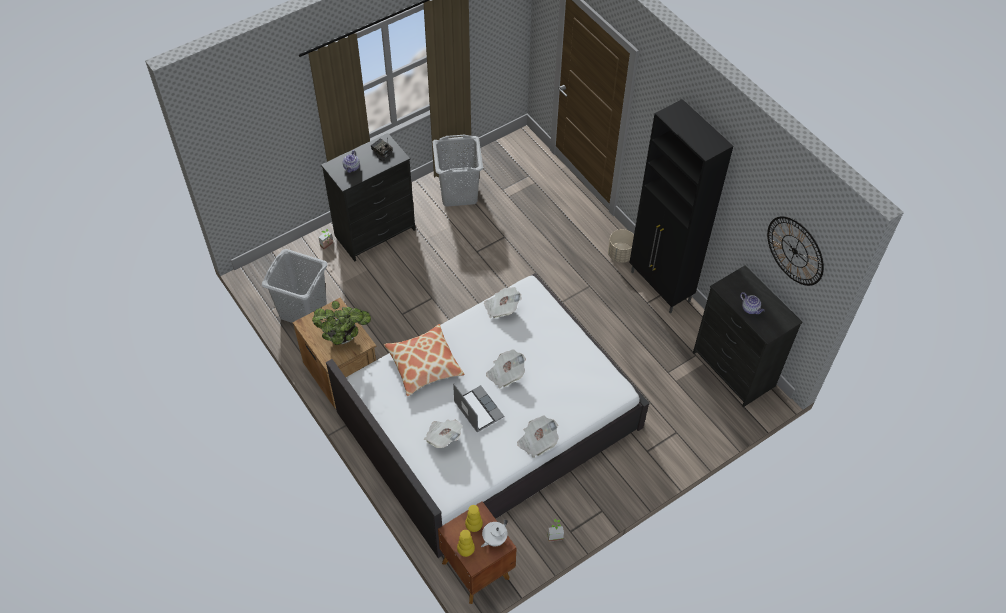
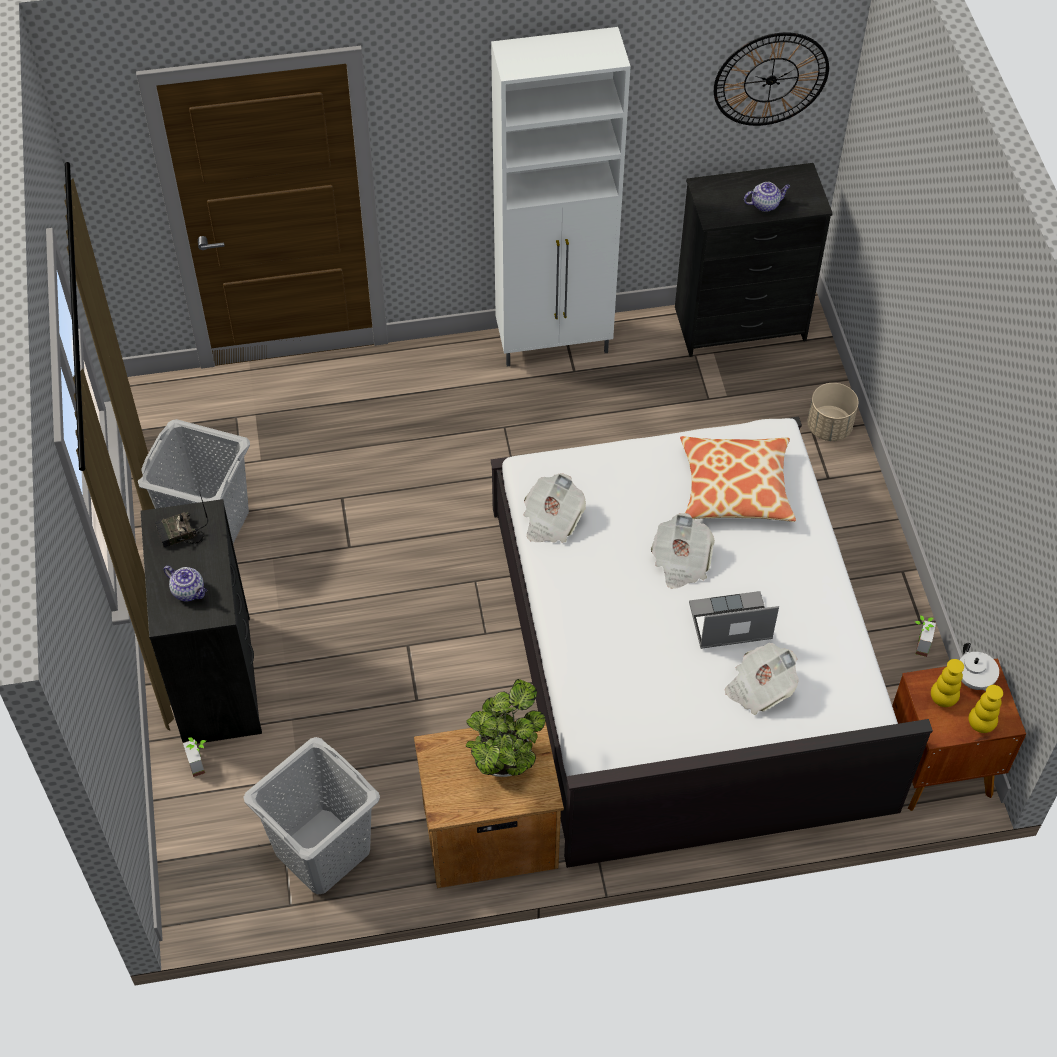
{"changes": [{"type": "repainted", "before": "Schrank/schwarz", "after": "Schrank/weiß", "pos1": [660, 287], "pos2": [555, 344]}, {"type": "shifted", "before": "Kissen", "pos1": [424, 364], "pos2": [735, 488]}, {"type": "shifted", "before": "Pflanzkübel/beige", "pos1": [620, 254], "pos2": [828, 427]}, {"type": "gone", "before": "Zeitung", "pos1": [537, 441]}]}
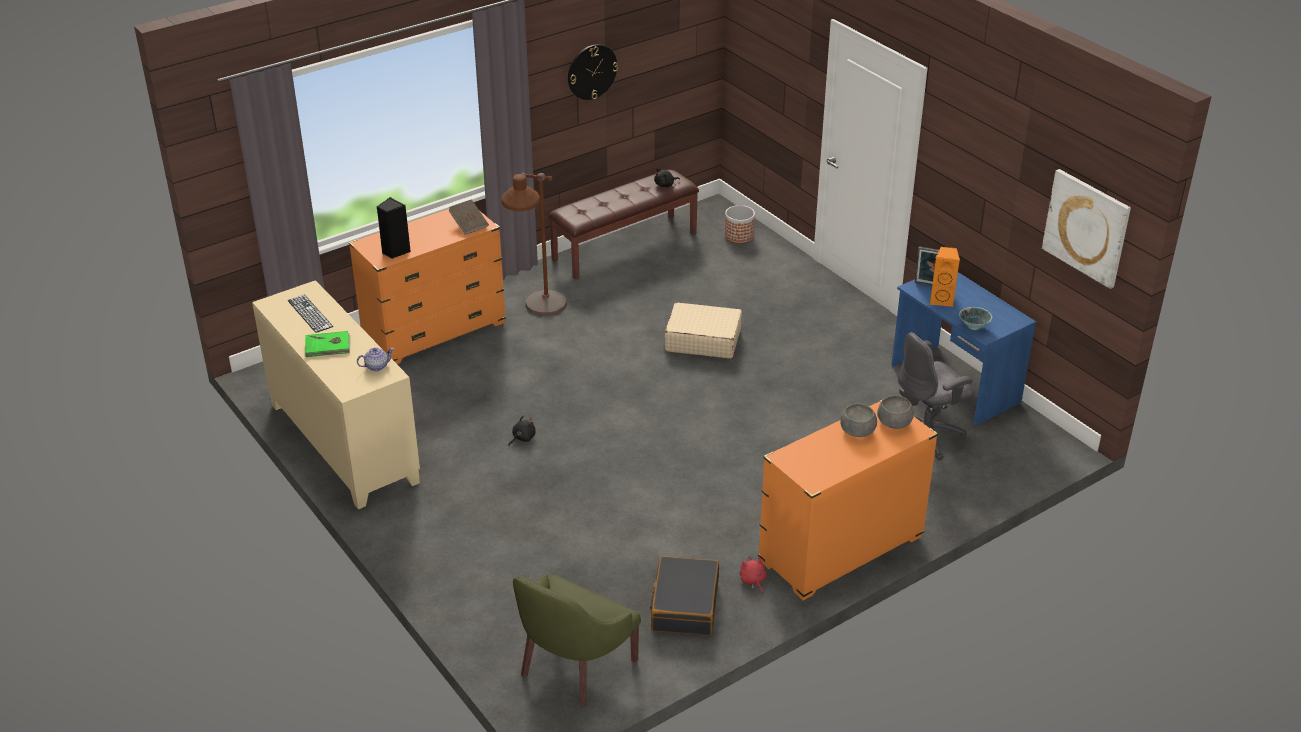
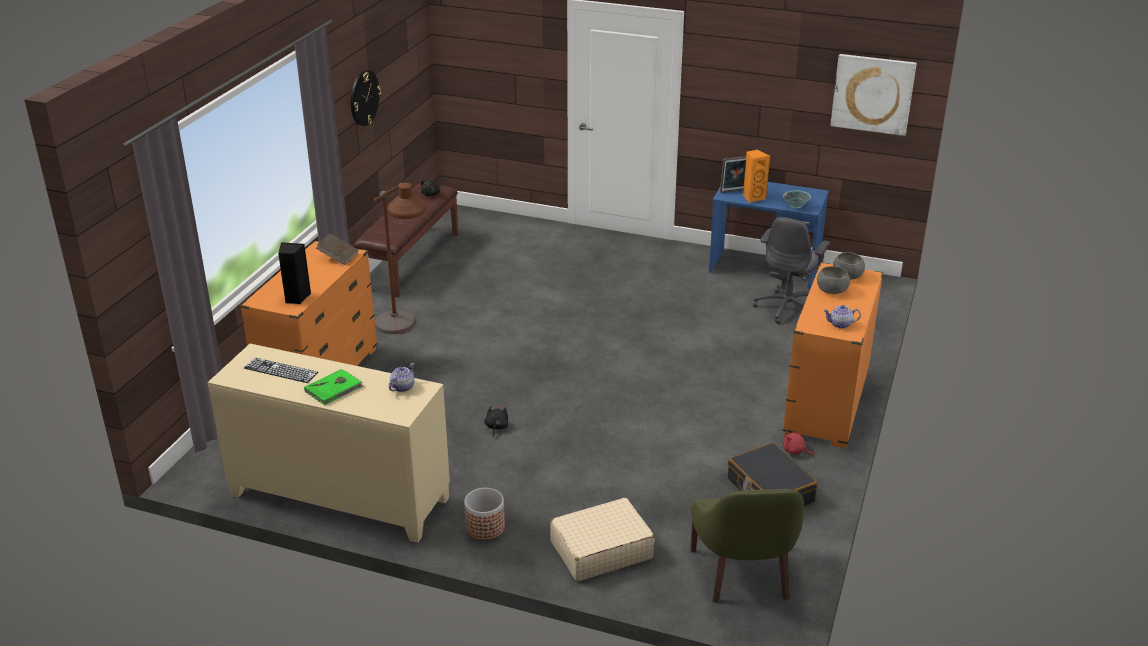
{"changes": [{"type": "shifted", "before": "Pflanzkübel", "pos1": [739, 236], "pos2": [485, 527]}, {"type": "shifted", "before": "Koffer/beige", "pos1": [702, 340], "pos2": [601, 550]}, {"type": "new", "after": "Teekanne", "pos2": [840, 324]}]}
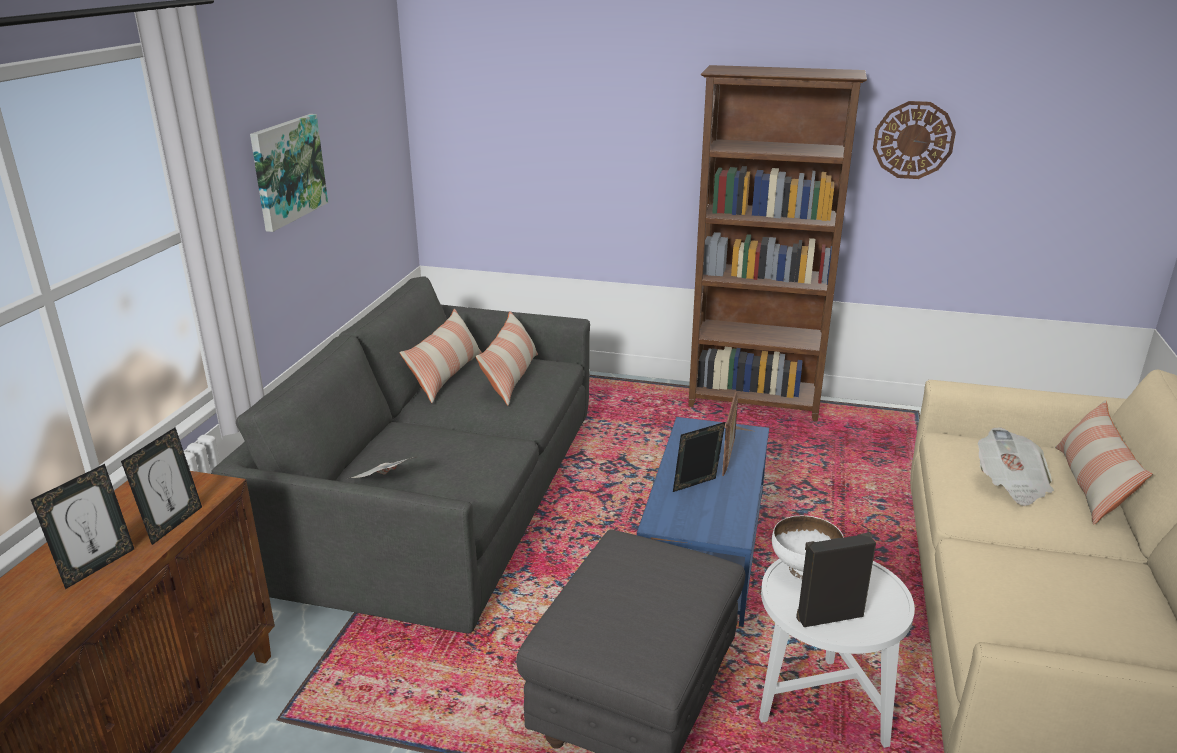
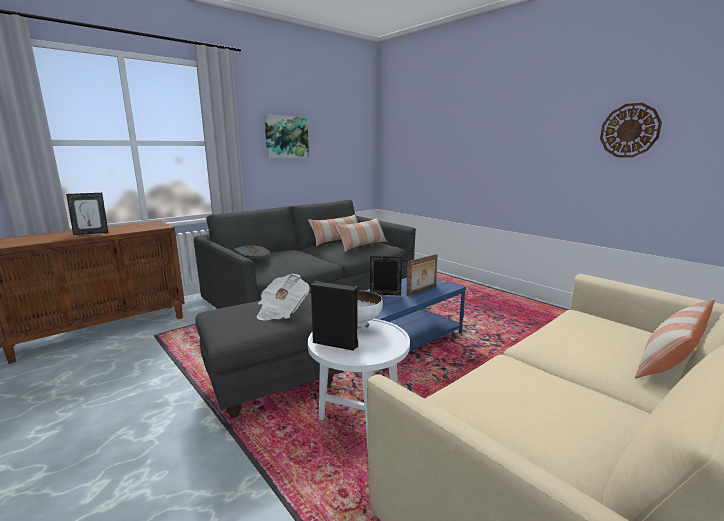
{"changes": [{"type": "shifted", "before": "Zeitung", "pos1": [1011, 484], "pos2": [281, 311]}, {"type": "gone", "before": "Bilderrahmen", "pos1": [173, 524]}, {"type": "gone", "before": "Bücherregal/braun", "pos1": [755, 403]}]}
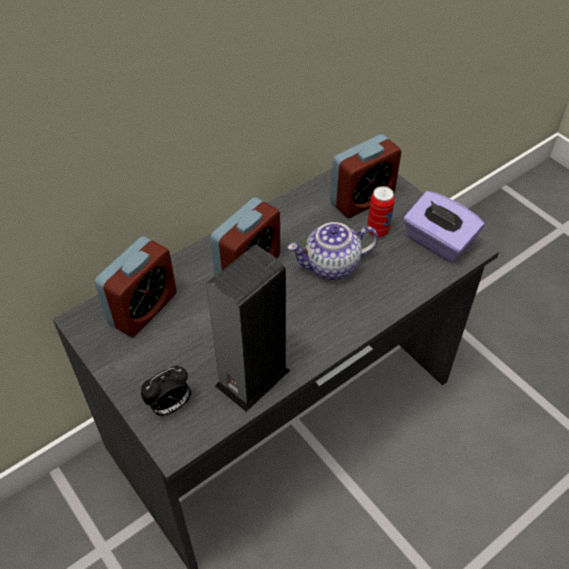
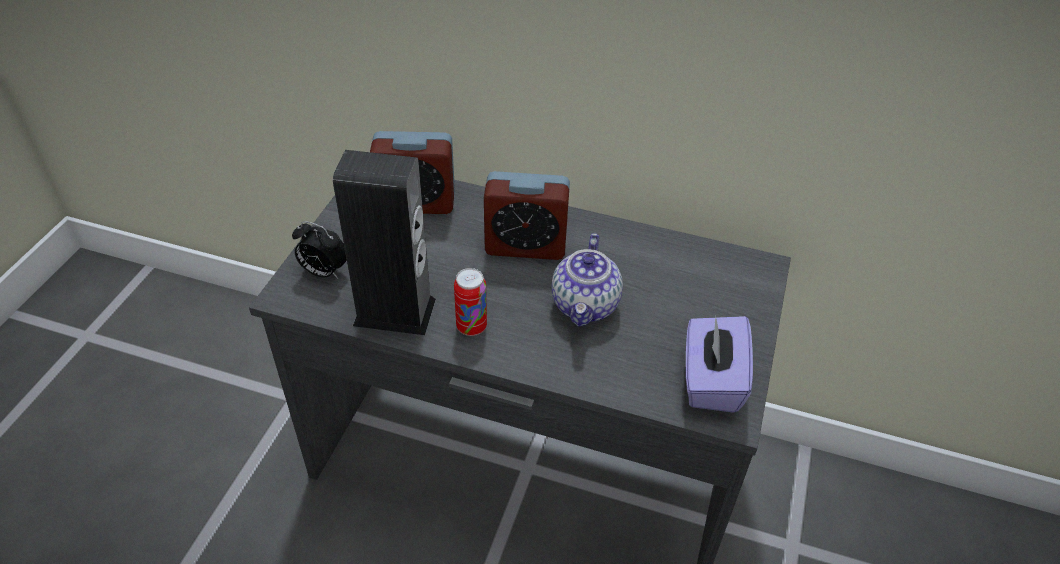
{"changes": [{"type": "shifted", "before": "Dose", "pos1": [378, 231], "pos2": [471, 327]}, {"type": "rotated", "before": "Teekanne", "pos1": [331, 266], "pos2": [586, 305], "turn": -120}, {"type": "gone", "before": "Wecker", "pos1": [362, 199]}]}
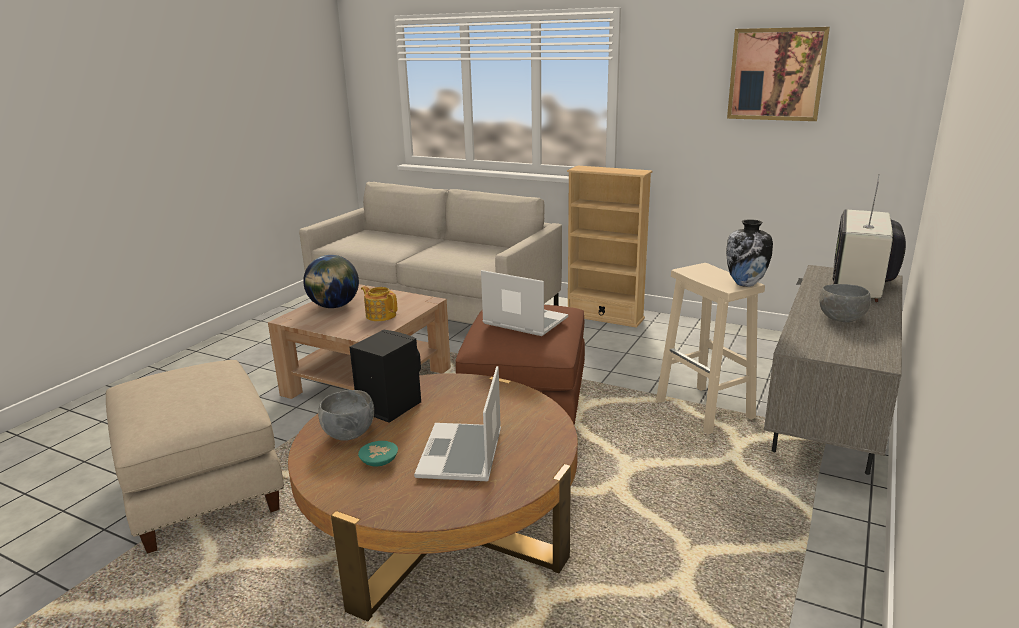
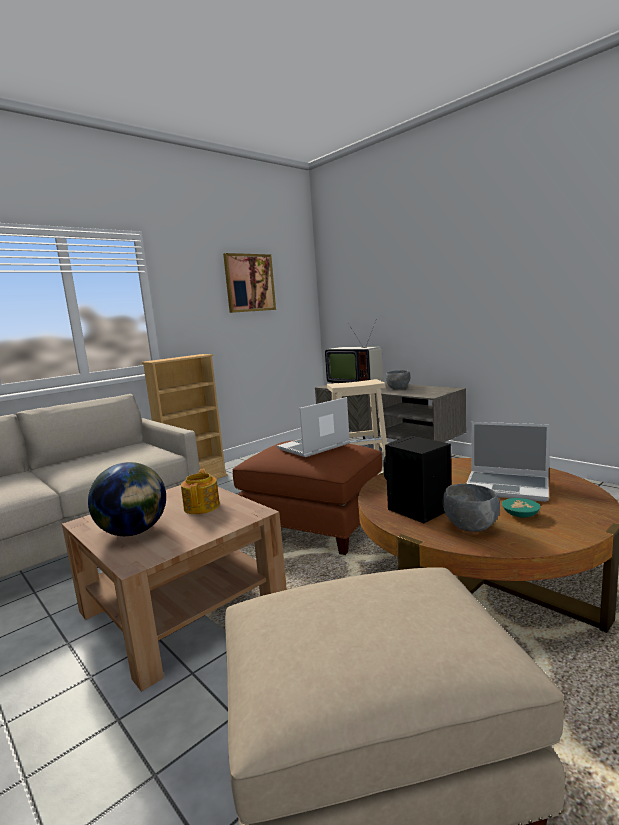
{"changes": [{"type": "rotated", "before": "Teekanne", "pos1": [381, 315], "pos2": [202, 506], "turn": 120}, {"type": "gone", "before": "Vase", "pos1": [745, 284]}]}
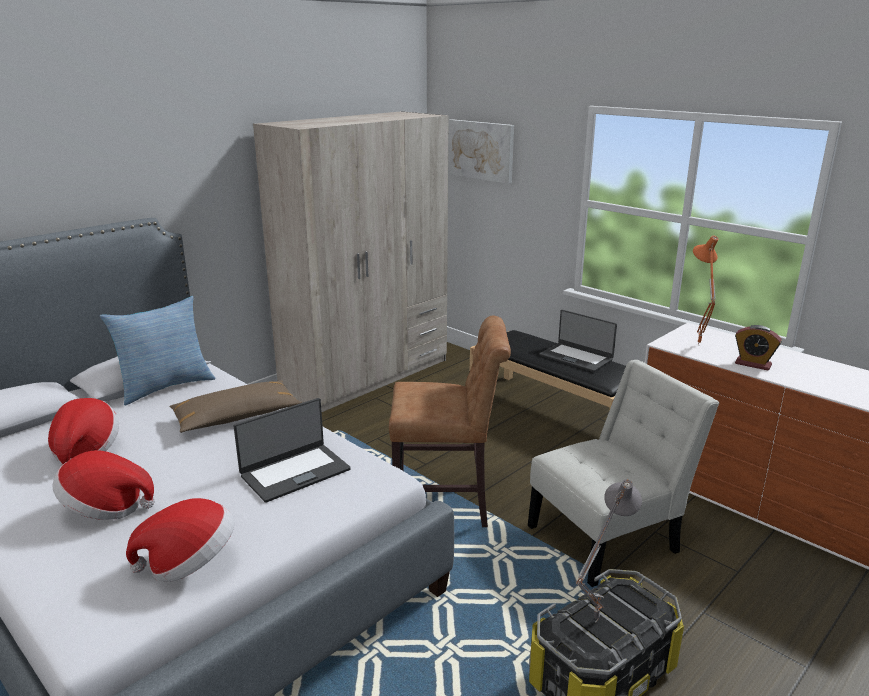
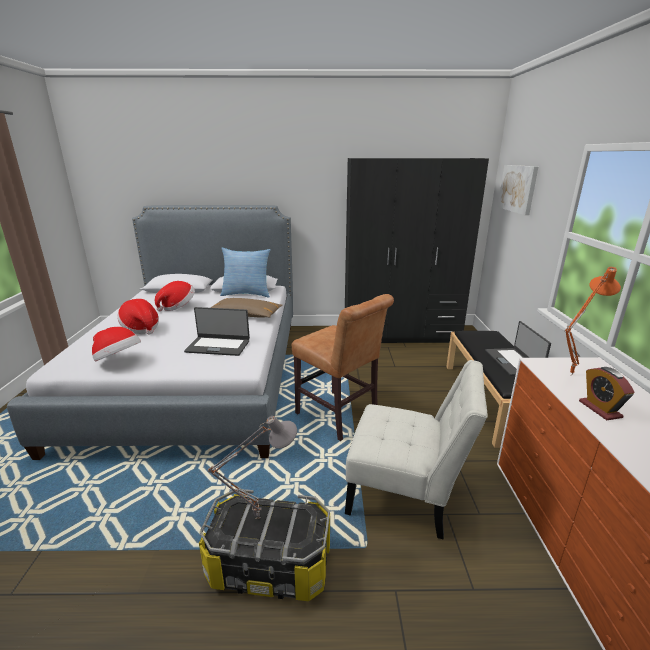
{"changes": [{"type": "repainted", "before": "Kleiderschrank/beige", "after": "Kleiderschrank/schwarz", "pos1": [367, 376], "pos2": [400, 334]}]}
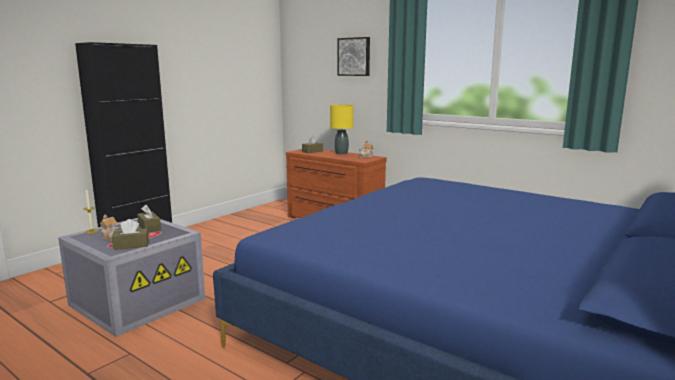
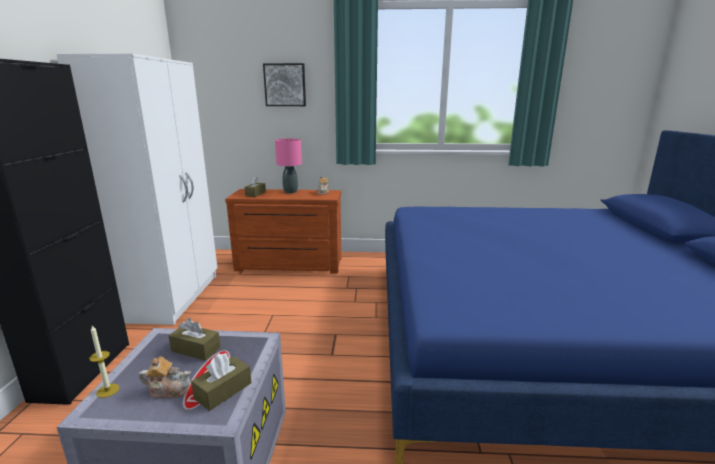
{"changes": [{"type": "new", "after": "Kleiderschrank/weiß", "pos2": [174, 297]}, {"type": "repainted", "before": "Tischlampe/gelb", "after": "Tischlampe/rosa", "pos1": [341, 153], "pos2": [290, 192]}]}
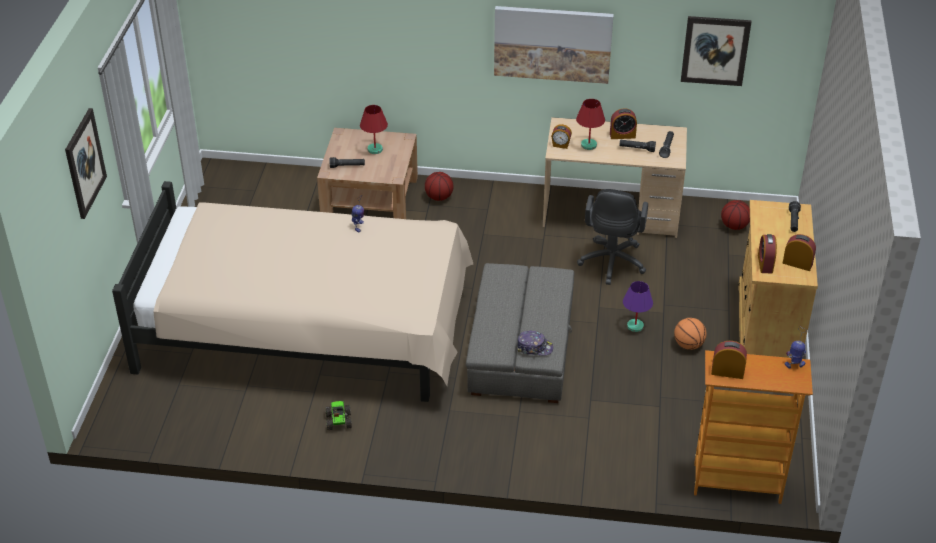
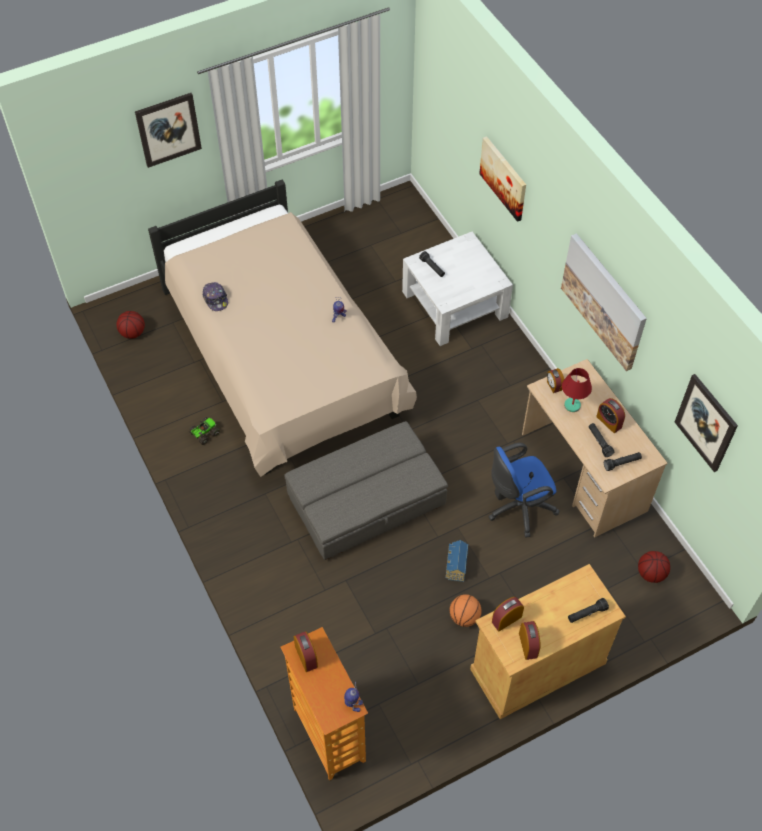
{"changes": [{"type": "shifted", "before": "Basketball", "pos1": [439, 197], "pos2": [133, 333]}, {"type": "shifted", "before": "Kappe", "pos1": [534, 347], "pos2": [215, 299]}, {"type": "repainted", "before": "Couchtisch/braun", "after": "Couchtisch/weiß", "pos1": [370, 198], "pos2": [454, 304]}, {"type": "swapped", "before": "Tischlampe/lila", "after": "Spielzeughaus", "pos1": [635, 326], "pos2": [455, 566]}, {"type": "new", "after": "Bild", "pos2": [504, 178]}, {"type": "repainted", "before": "Bürostuhl/schwarz", "after": "Bürostuhl/blau", "pos1": [611, 264], "pos2": [517, 508]}, {"type": "gone", "before": "Tischlampe/rot", "pos1": [374, 149]}]}
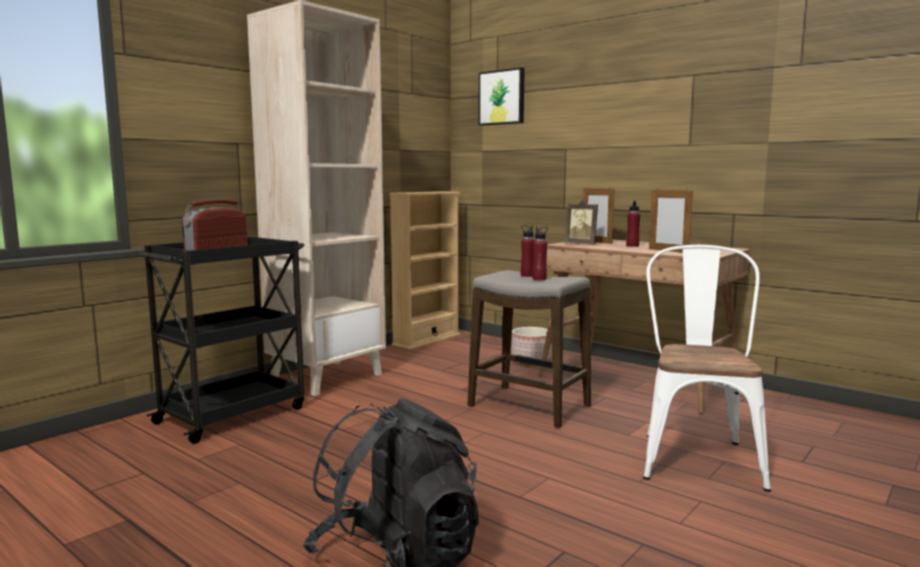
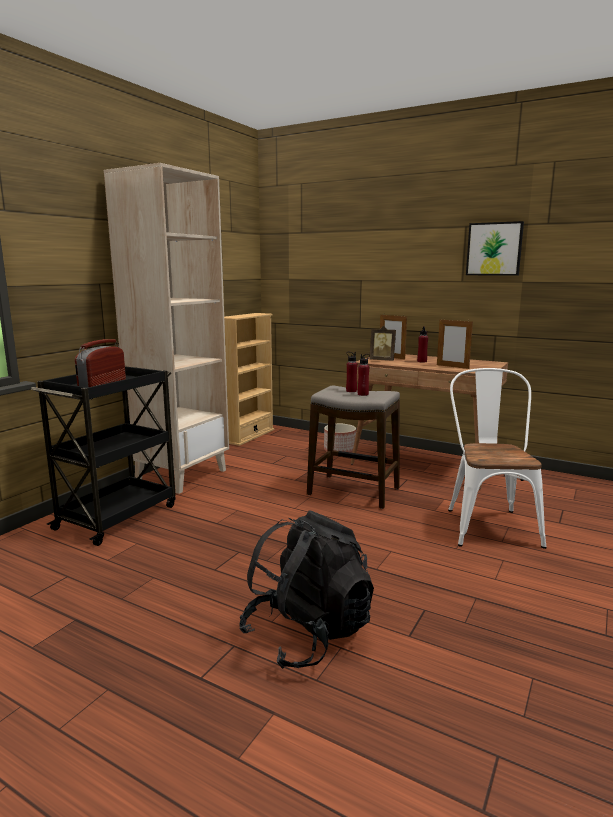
{"changes": [{"type": "shifted", "before": "Bild", "pos1": [502, 97], "pos2": [494, 249]}]}
